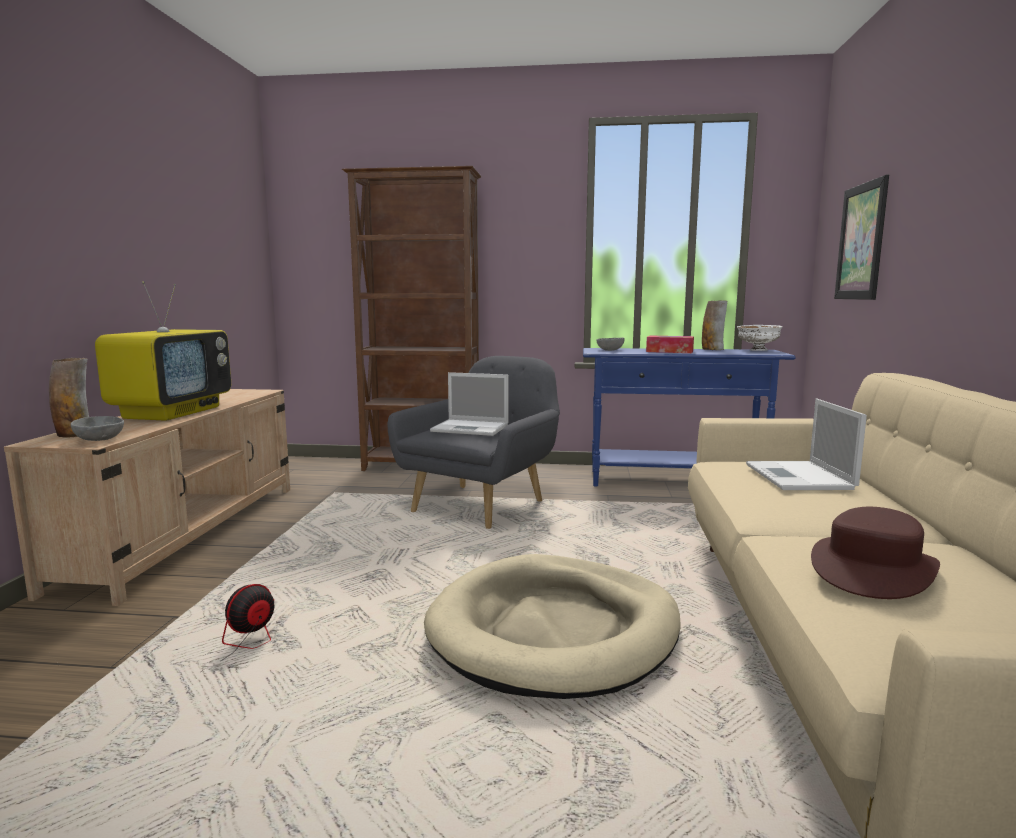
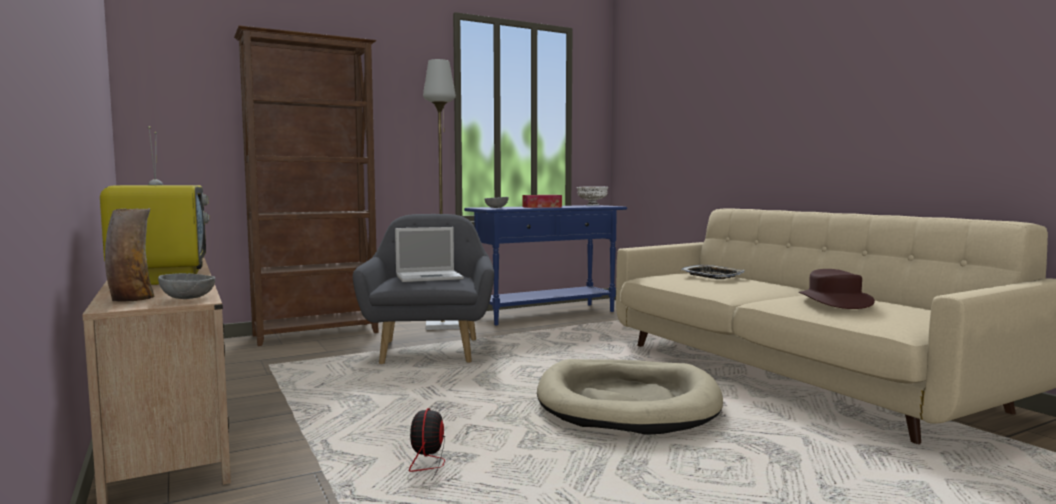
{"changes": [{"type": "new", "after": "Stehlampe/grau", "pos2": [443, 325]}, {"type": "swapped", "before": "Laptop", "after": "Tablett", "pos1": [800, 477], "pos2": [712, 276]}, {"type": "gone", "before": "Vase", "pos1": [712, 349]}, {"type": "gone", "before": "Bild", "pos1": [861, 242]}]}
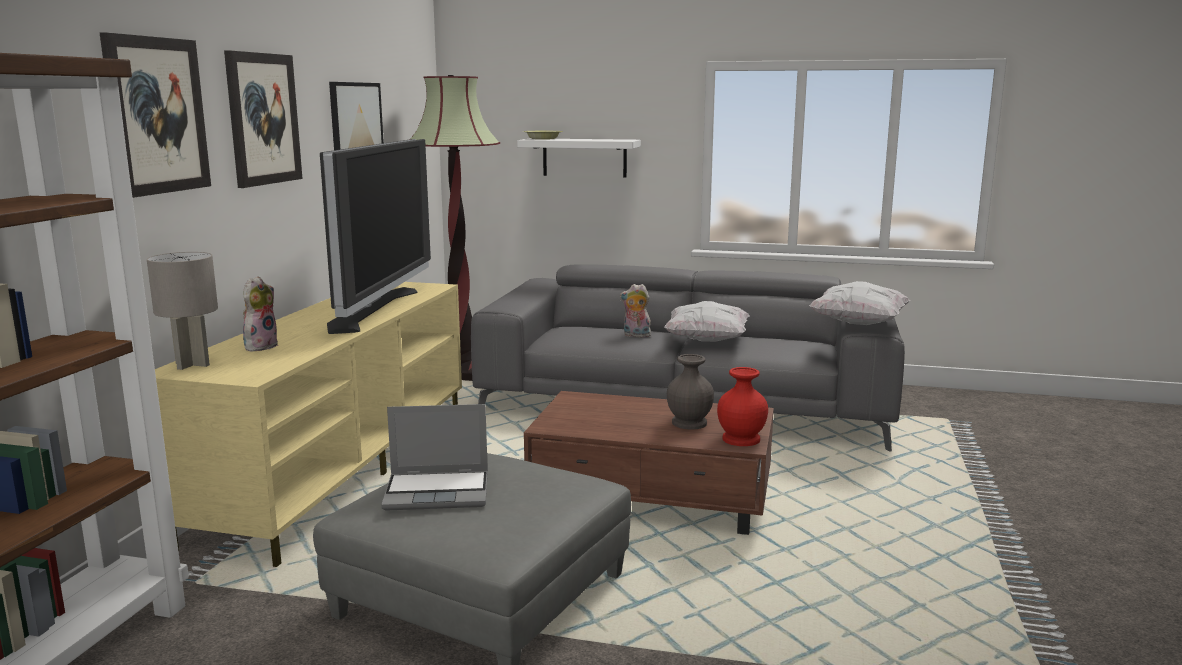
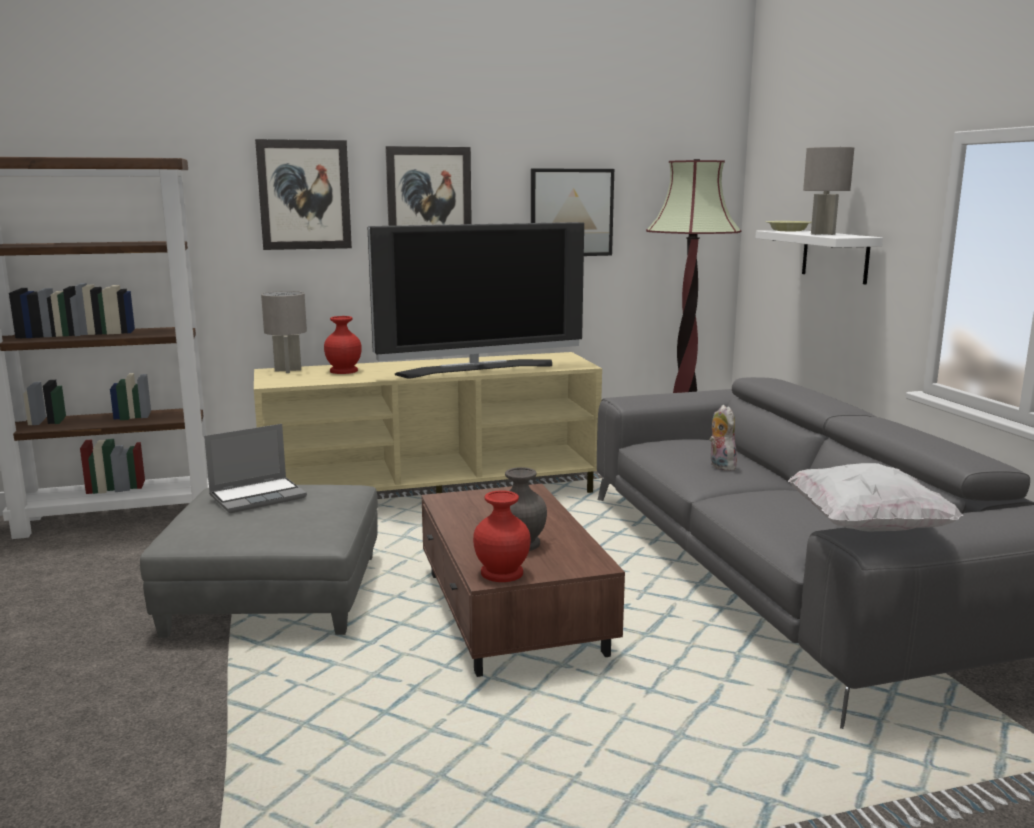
{"changes": [{"type": "rotated", "before": "Laptop", "pos1": [439, 492], "pos2": [258, 496], "turn": -90}, {"type": "swapped", "before": "Plüschtier", "after": "Vase/rot", "pos1": [260, 346], "pos2": [343, 371]}, {"type": "new", "after": "Tischlampe/grau", "pos2": [822, 234]}, {"type": "gone", "before": "Kissen/weiß", "pos1": [706, 340]}]}
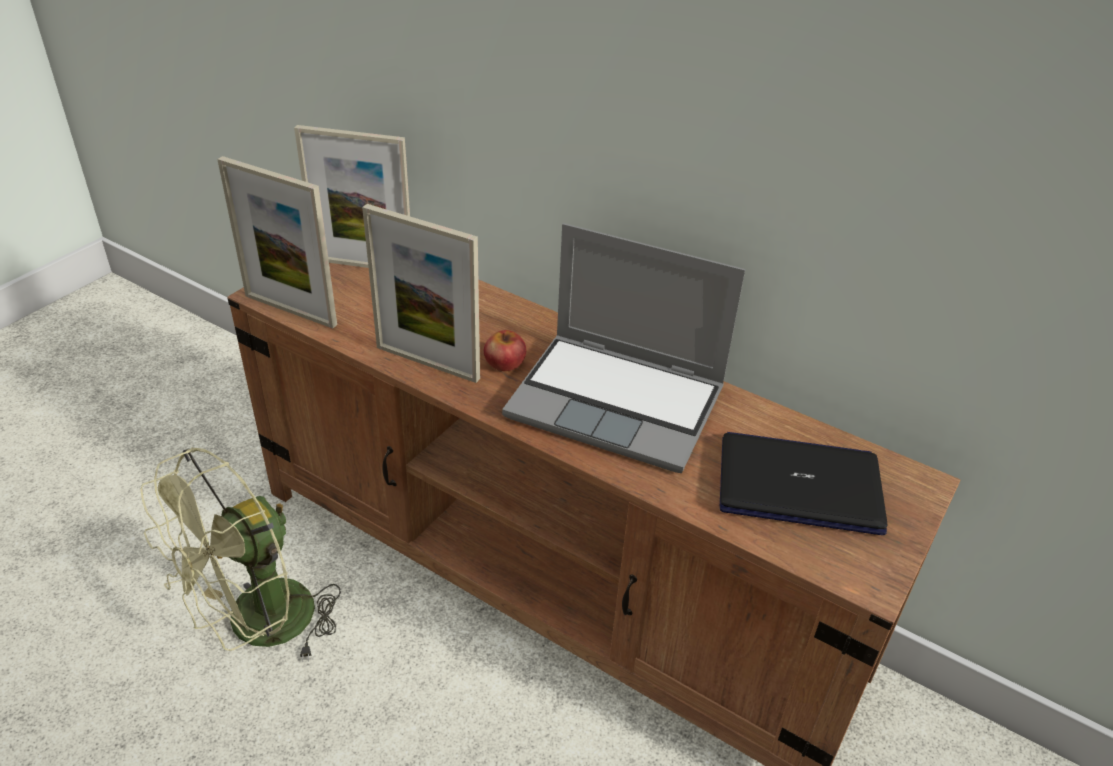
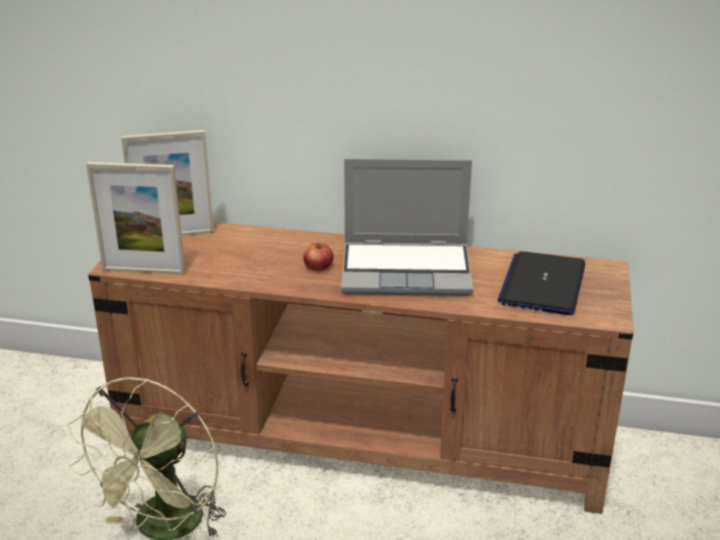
{"changes": [{"type": "rotated", "before": "Laptop", "pos1": [800, 485], "pos2": [543, 284], "turn": -60}, {"type": "gone", "before": "Bilderrahmen", "pos1": [427, 363]}]}
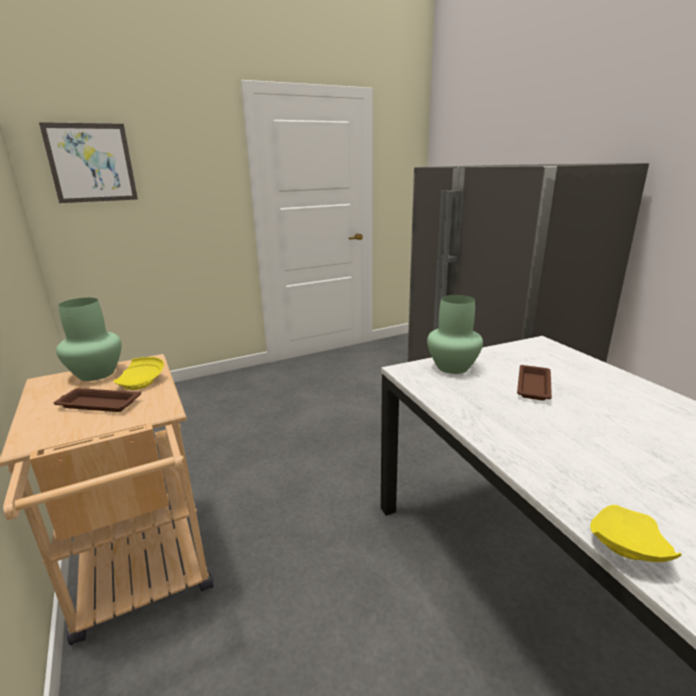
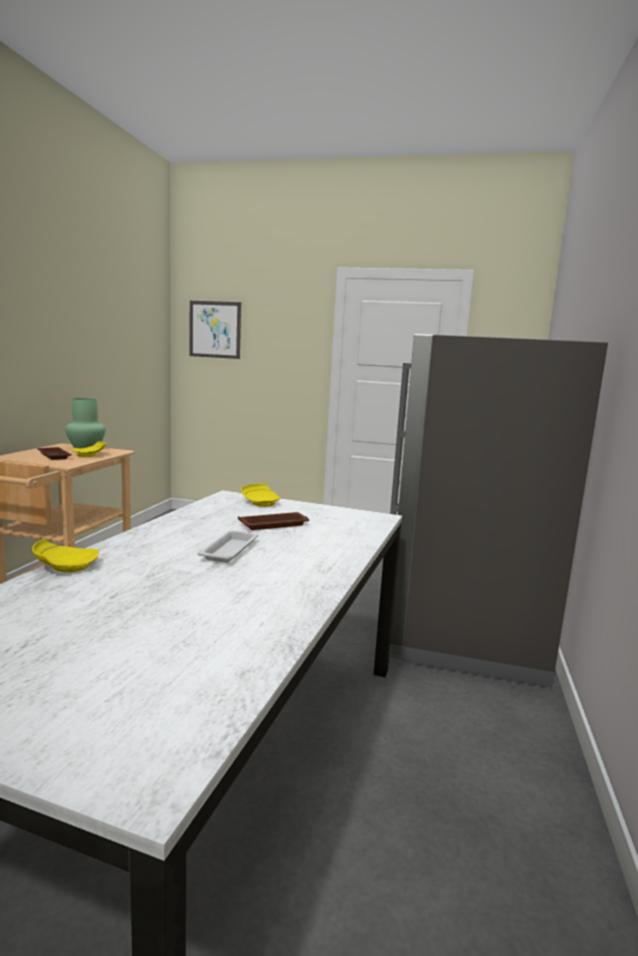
{"changes": [{"type": "new", "after": "Tablett/weiß", "pos2": [230, 550]}, {"type": "swapped", "before": "Vase/grün", "after": "Teller/gelb", "pos1": [451, 367], "pos2": [261, 503]}]}
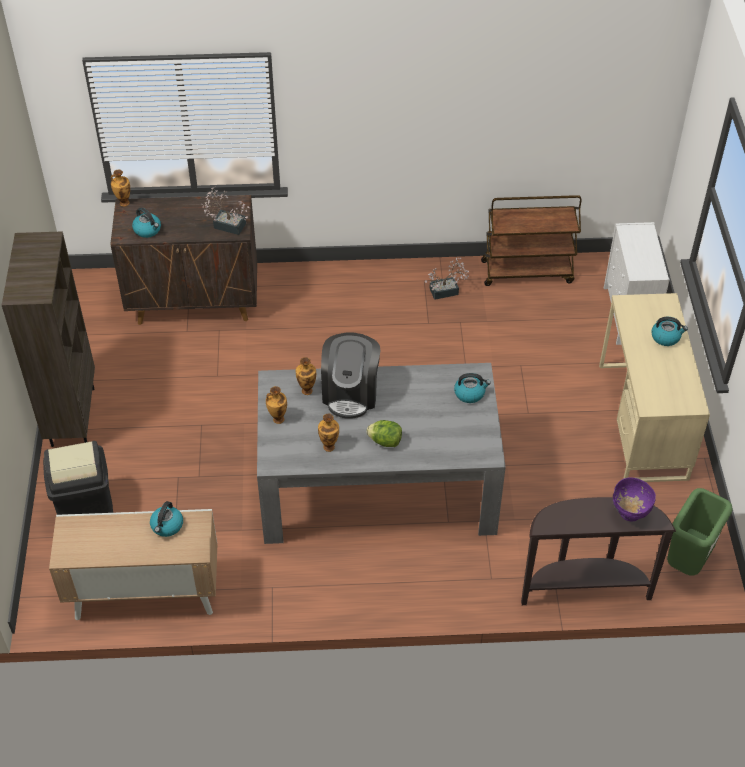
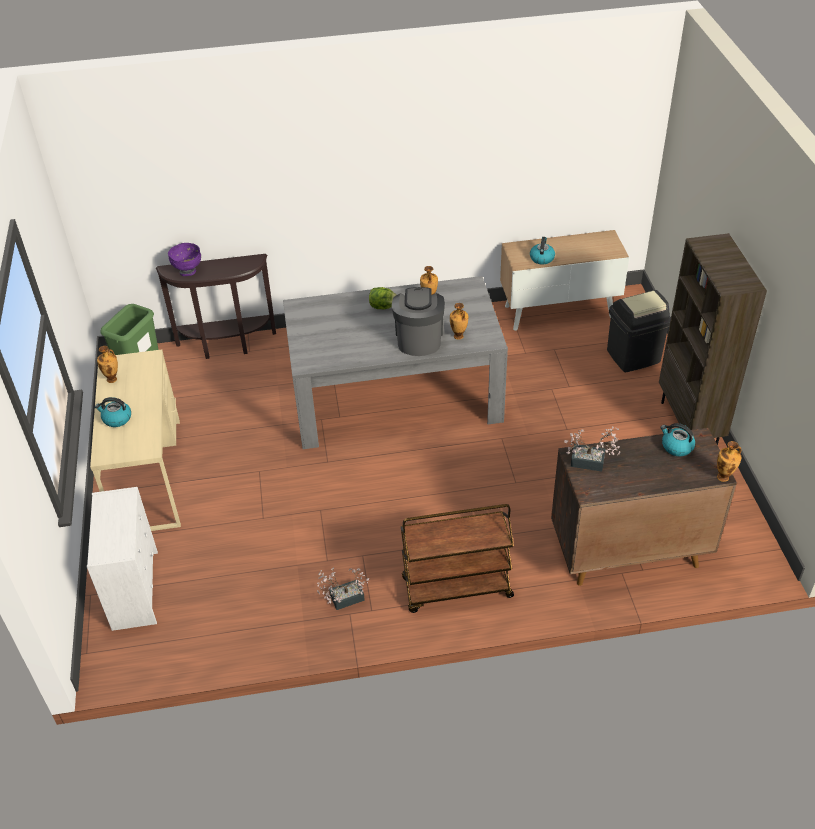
{"changes": [{"type": "shifted", "before": "Vase", "pos1": [277, 419], "pos2": [112, 379]}, {"type": "shifted", "before": "Rollwagen/braun", "pos1": [527, 271], "pos2": [456, 588]}, {"type": "gone", "before": "Wasserkessel", "pos1": [470, 393]}]}
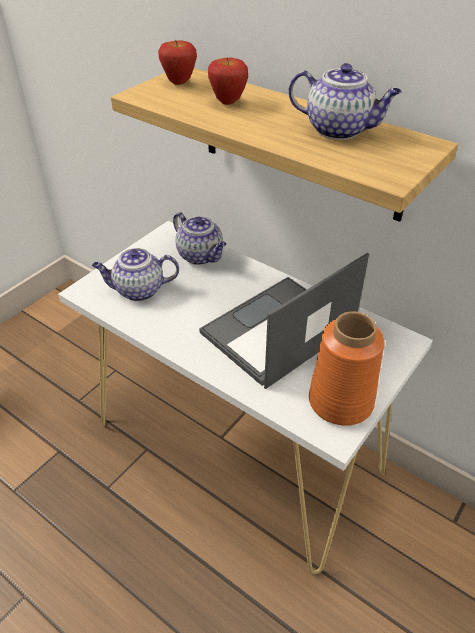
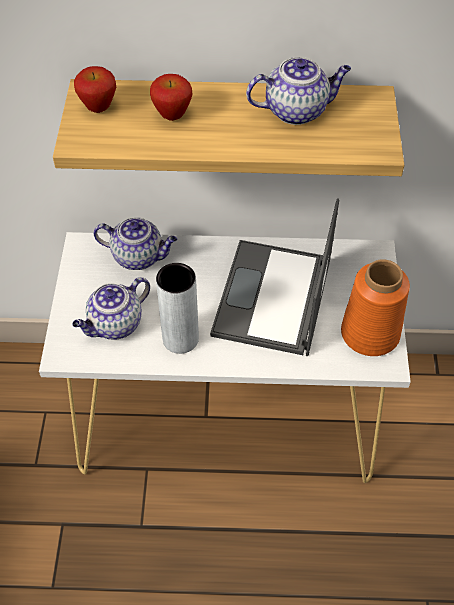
{"changes": [{"type": "new", "after": "Vase/grau", "pos2": [180, 339]}]}
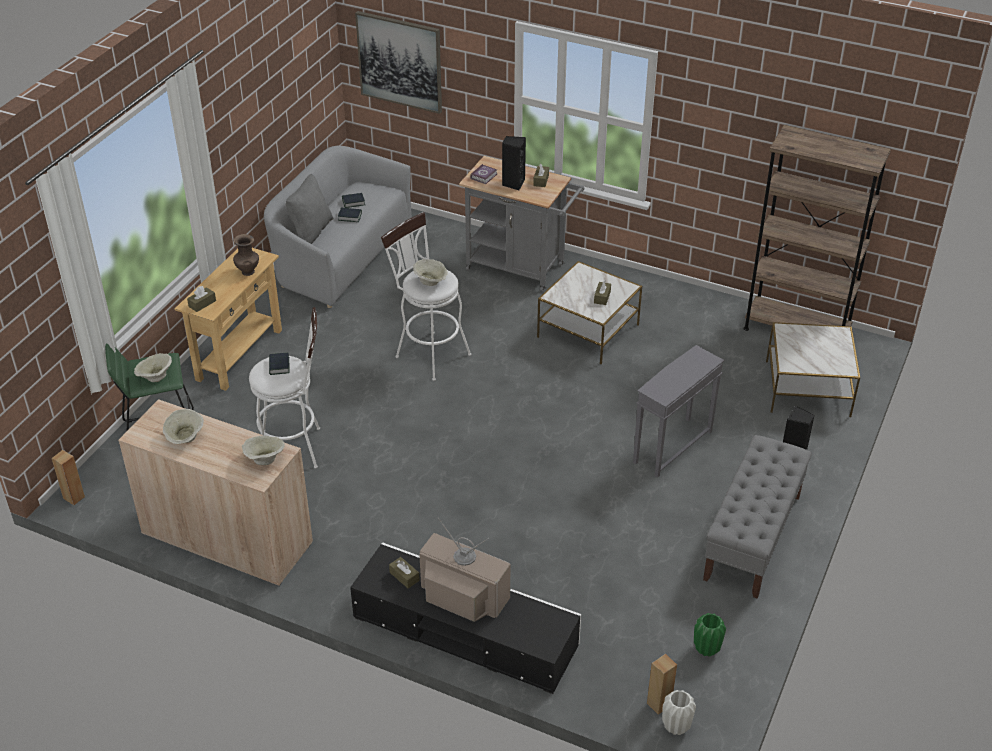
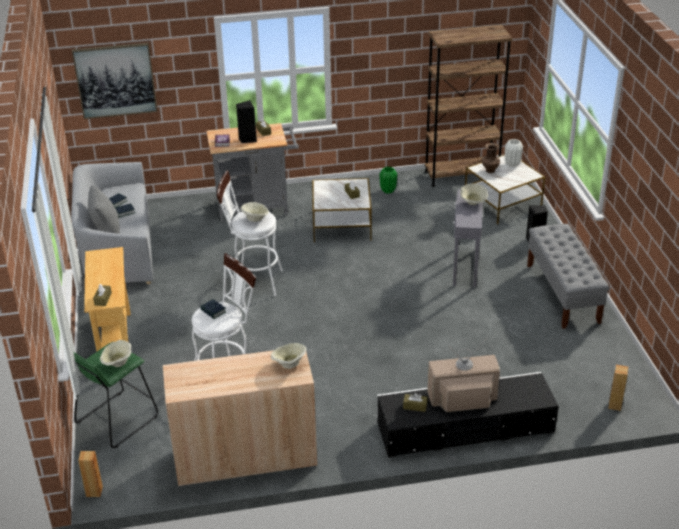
{"changes": [{"type": "shifted", "before": "Vase/grün", "pos1": [707, 649], "pos2": [388, 190]}, {"type": "shifted", "before": "Schüssel/beige", "pos1": [185, 438], "pos2": [473, 202]}, {"type": "shifted", "before": "Vase/braun", "pos1": [247, 271], "pos2": [489, 170]}, {"type": "shifted", "before": "Vase/weiß", "pos1": [676, 727], "pos2": [512, 164]}]}
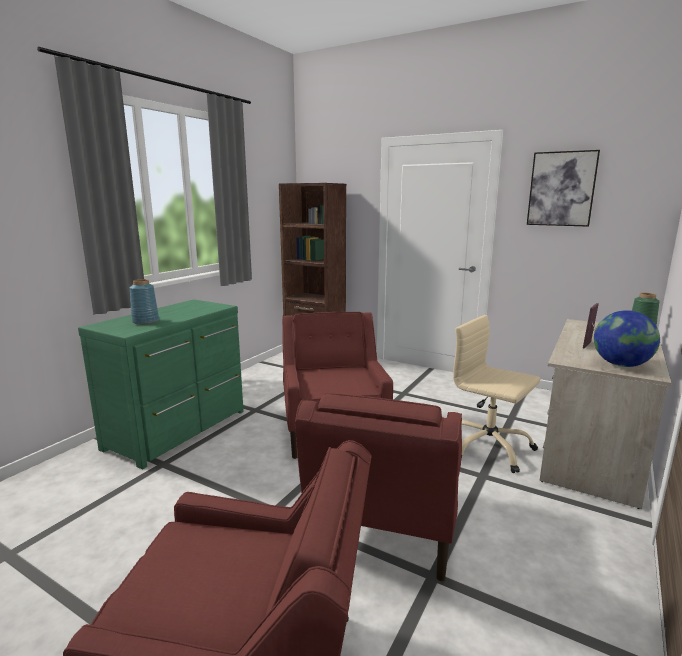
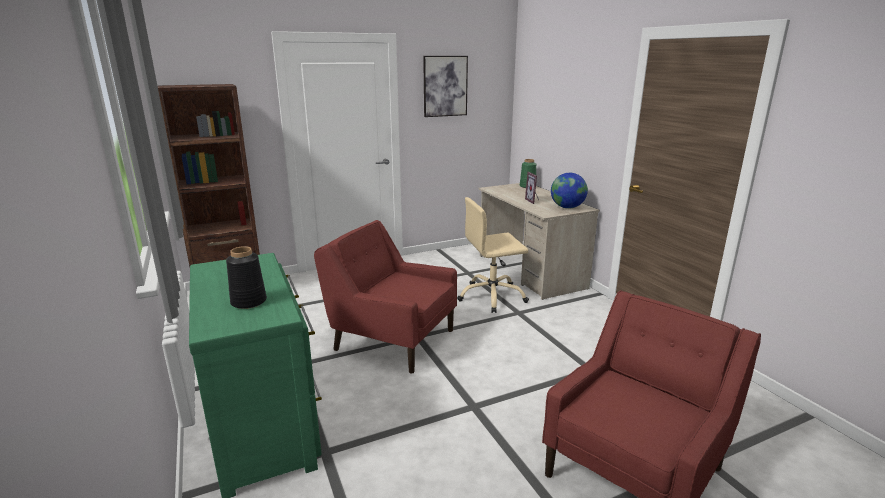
{"changes": [{"type": "repainted", "before": "Vase/blau", "after": "Vase/schwarz", "pos1": [145, 321], "pos2": [248, 302]}, {"type": "gone", "before": "Sessel/rot", "pos1": [385, 524]}]}
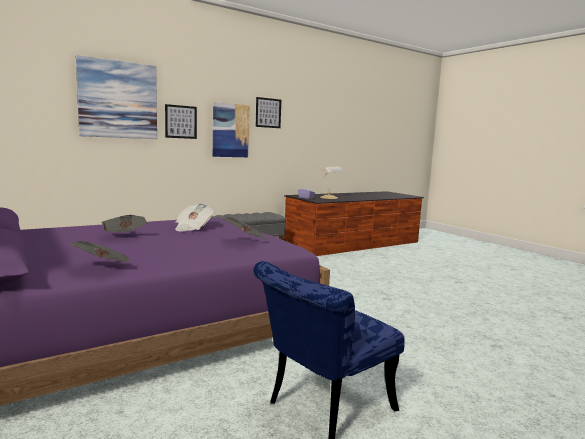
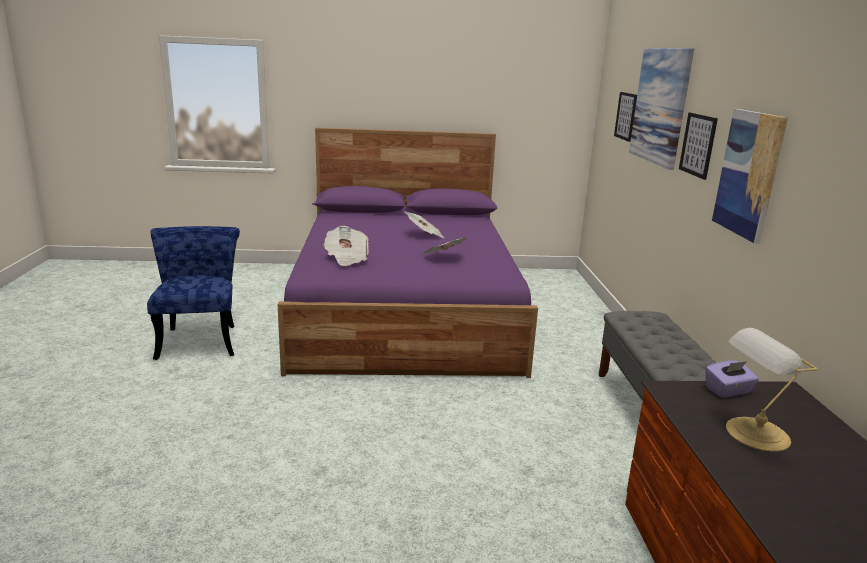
{"changes": [{"type": "shifted", "before": "Bild", "pos1": [268, 113], "pos2": [625, 116]}, {"type": "gone", "before": "Zeitung", "pos1": [104, 268]}]}
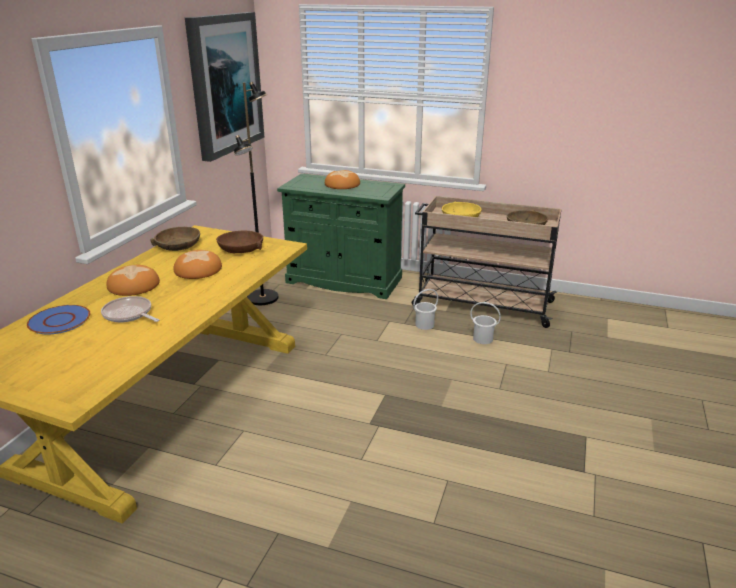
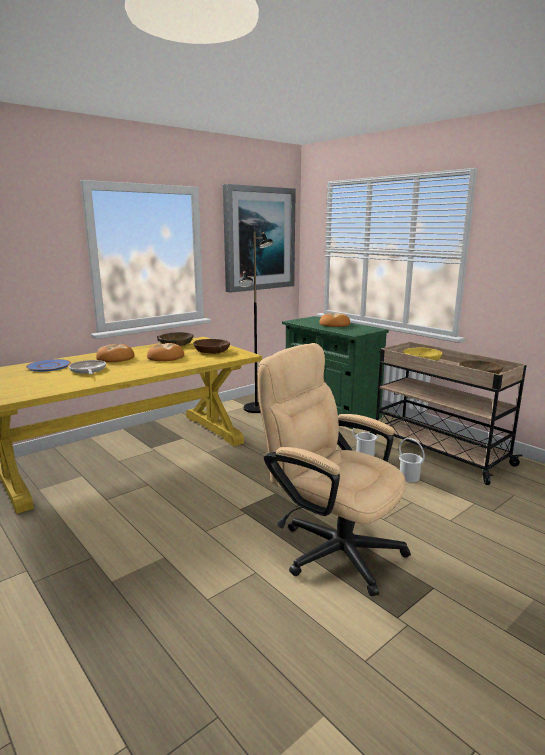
{"changes": [{"type": "new", "after": "Bürostuhl/beige", "pos2": [331, 547]}]}
